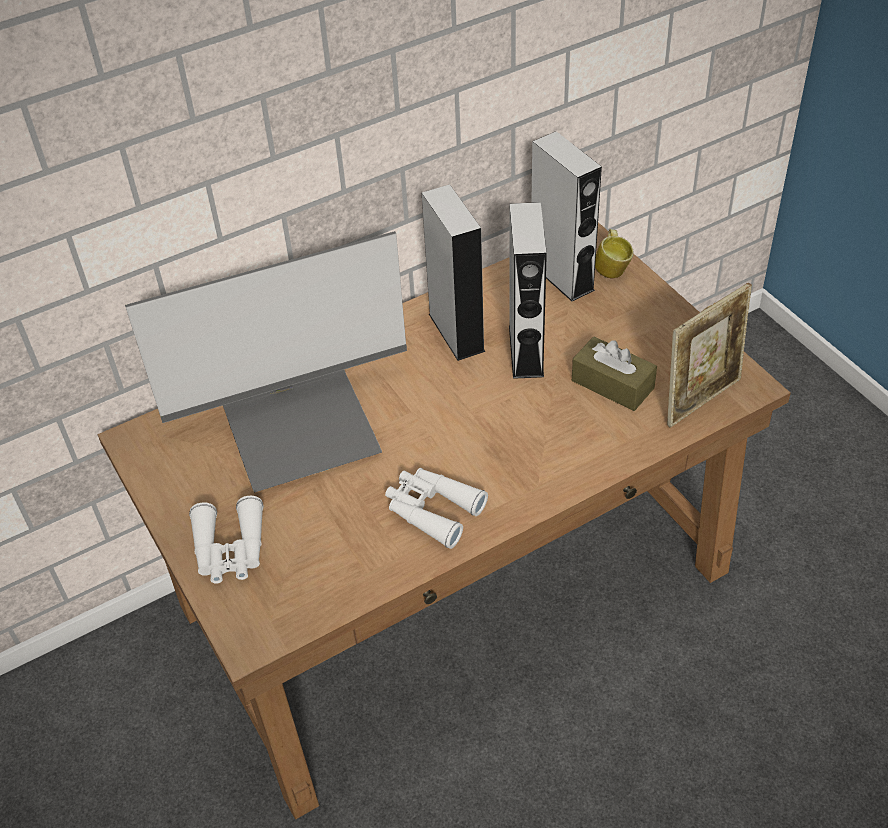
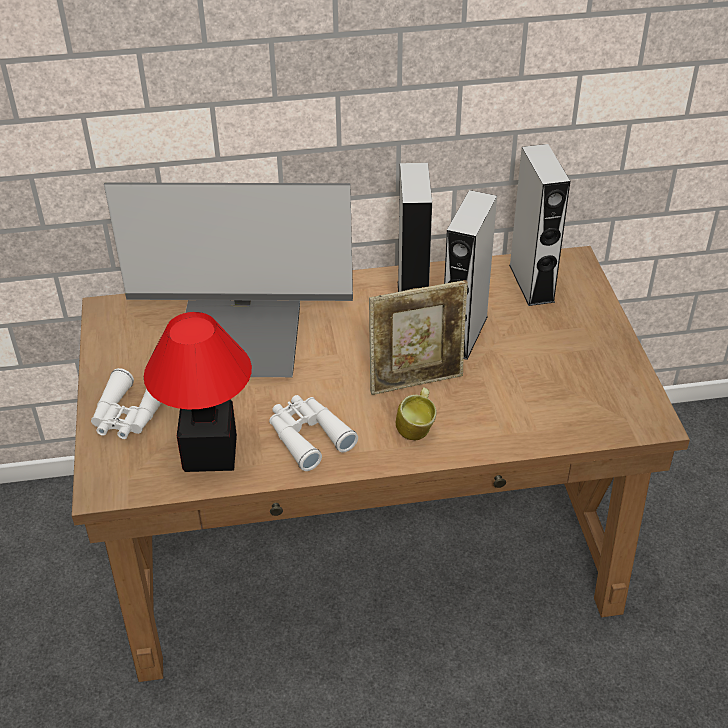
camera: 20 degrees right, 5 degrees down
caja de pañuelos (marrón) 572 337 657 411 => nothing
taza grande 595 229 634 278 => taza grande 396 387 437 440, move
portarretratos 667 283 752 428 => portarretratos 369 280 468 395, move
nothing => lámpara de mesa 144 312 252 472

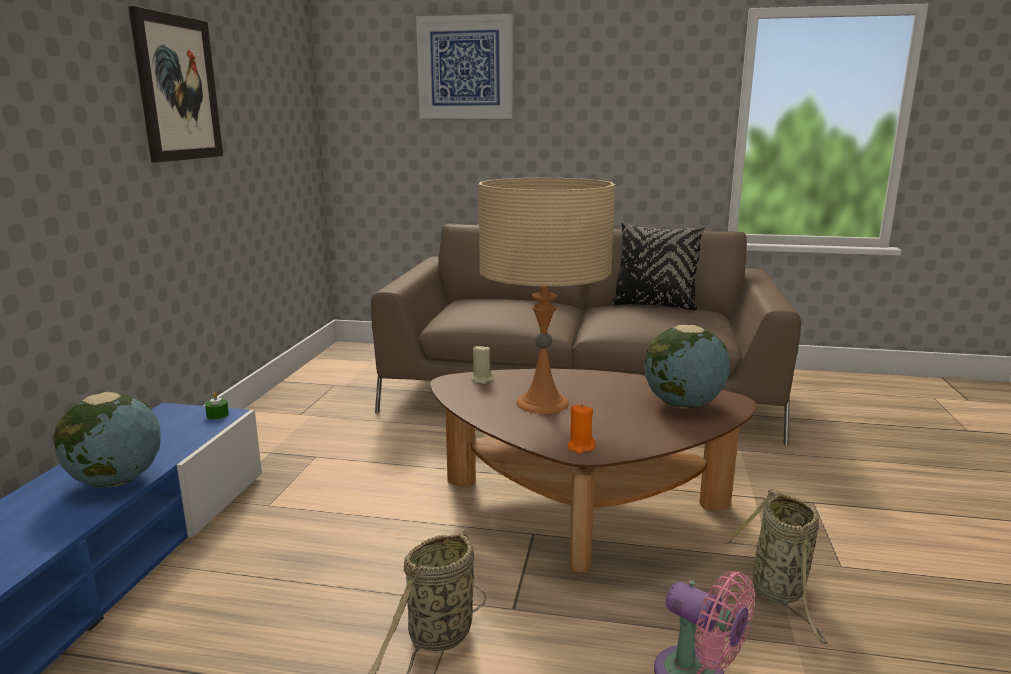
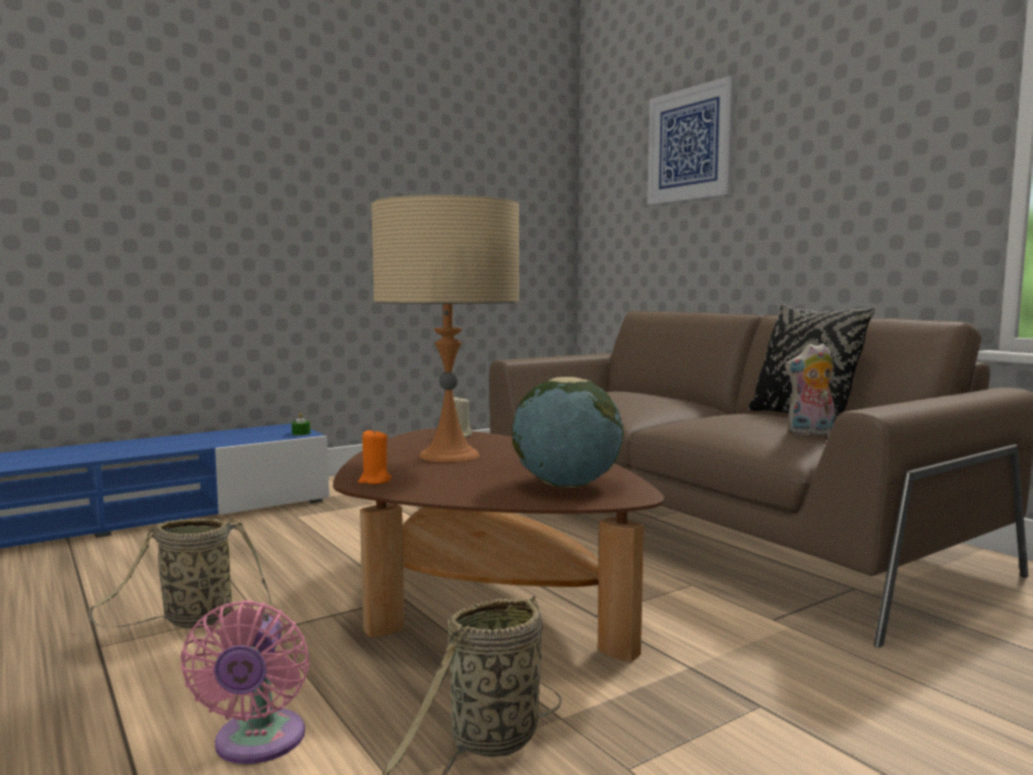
camera: 45 degrees right, 10 degrees down
globo terráqueo 53 392 161 487 => nothing
cuadro 128 6 223 163 => nothing
nothing => peluche 785 343 835 436

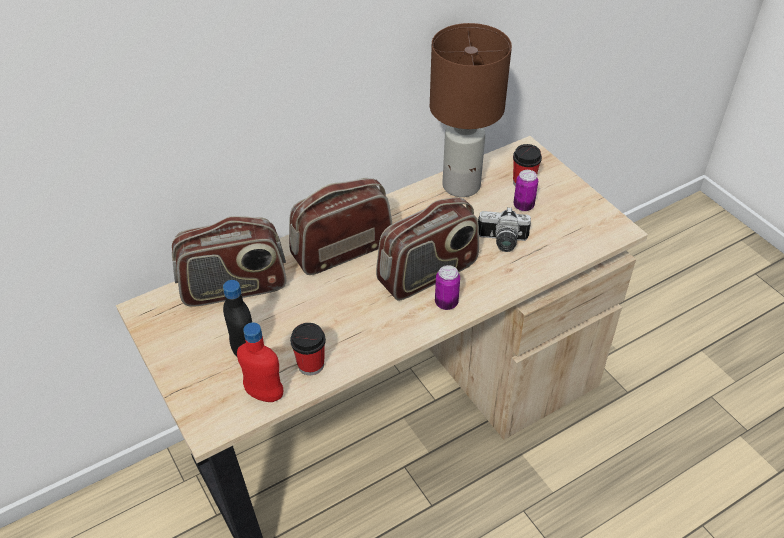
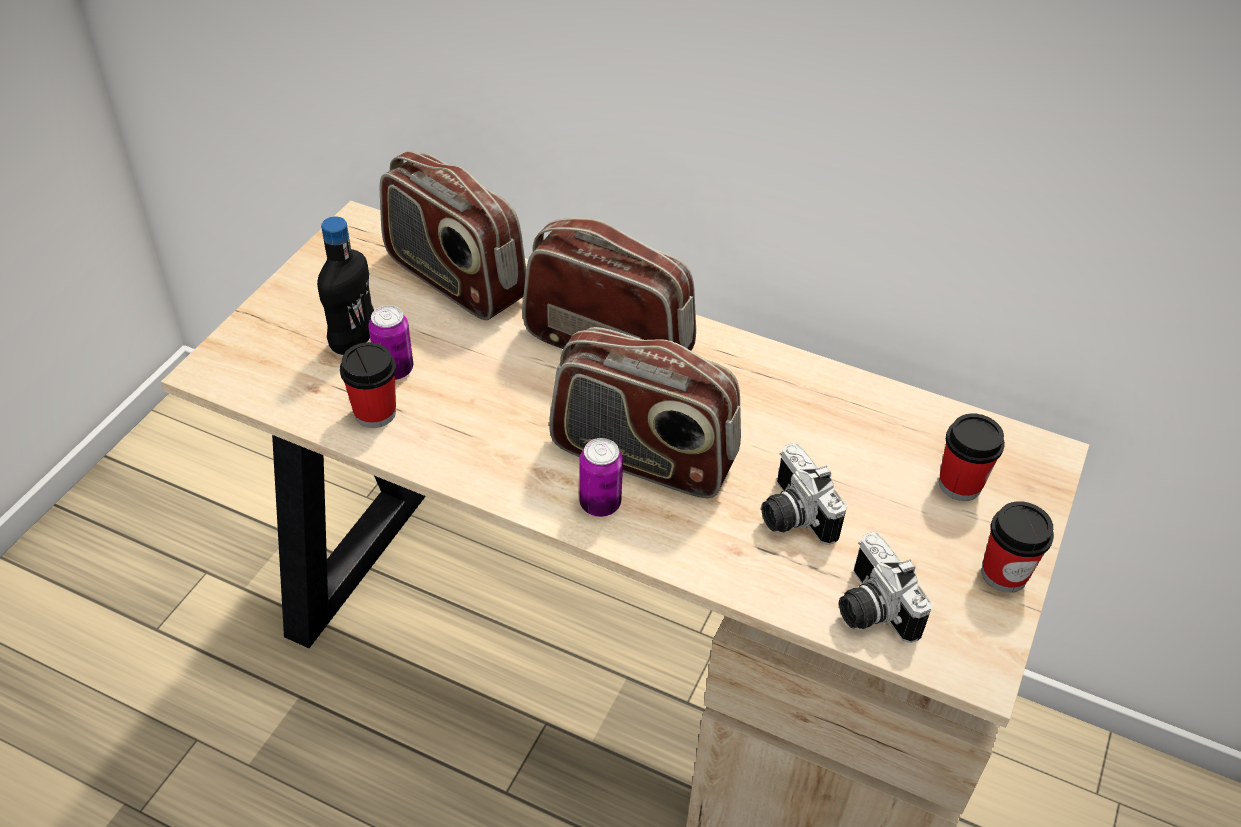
camera: 55 degrees right, 0 degrees up
botella (rojo) 237 322 283 402 => nothing
lámpara de mesa (marrón) 430 23 512 197 => nothing
lata 513 170 538 211 => lata 368 305 413 380, move
nothing => cámara 839 532 933 643
nothing => taza 982 501 1054 593

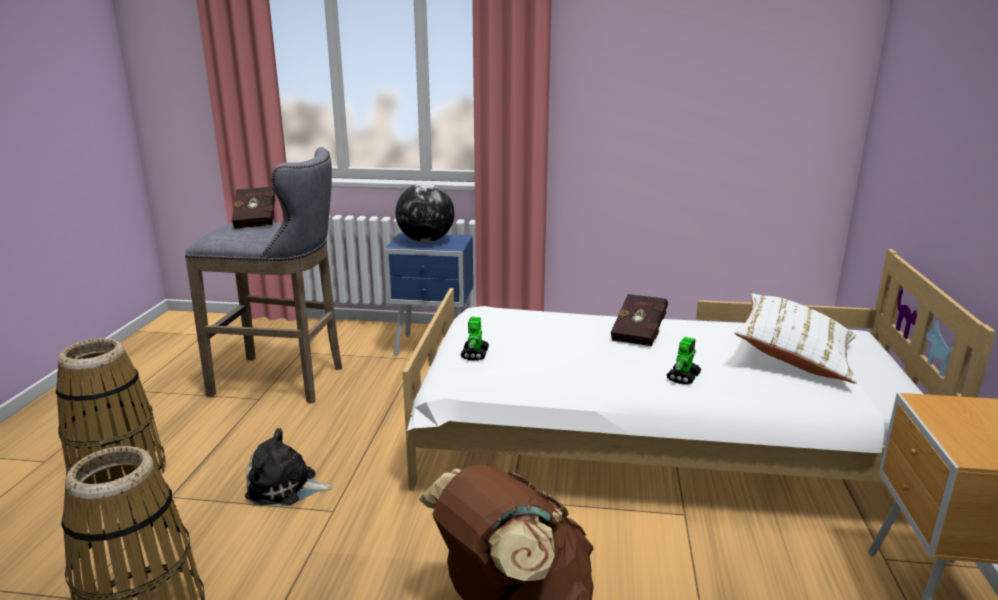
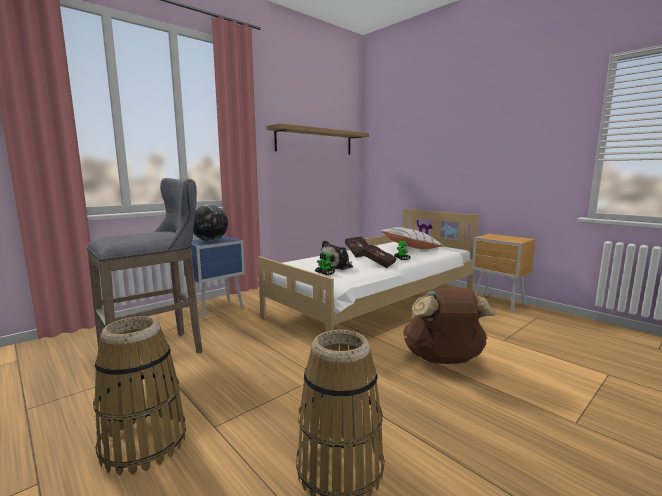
camera: 50 degrees left, 10 degrees down
libro (rojo) 232 187 275 229 => libro (rojo) 361 244 397 268, move
peluche 245 428 334 506 => peluche 318 241 353 270, move
nothing => estante 267 123 369 155

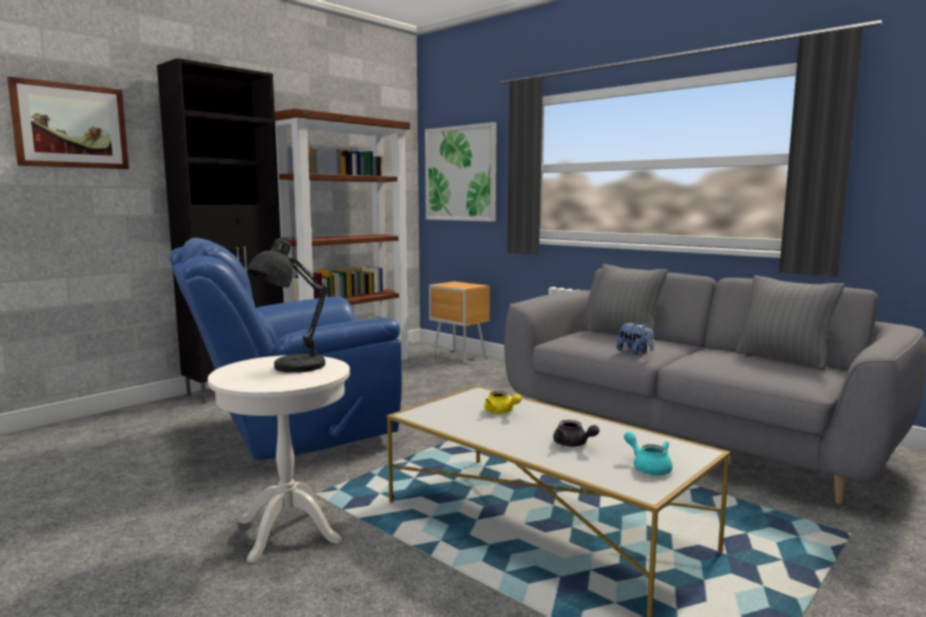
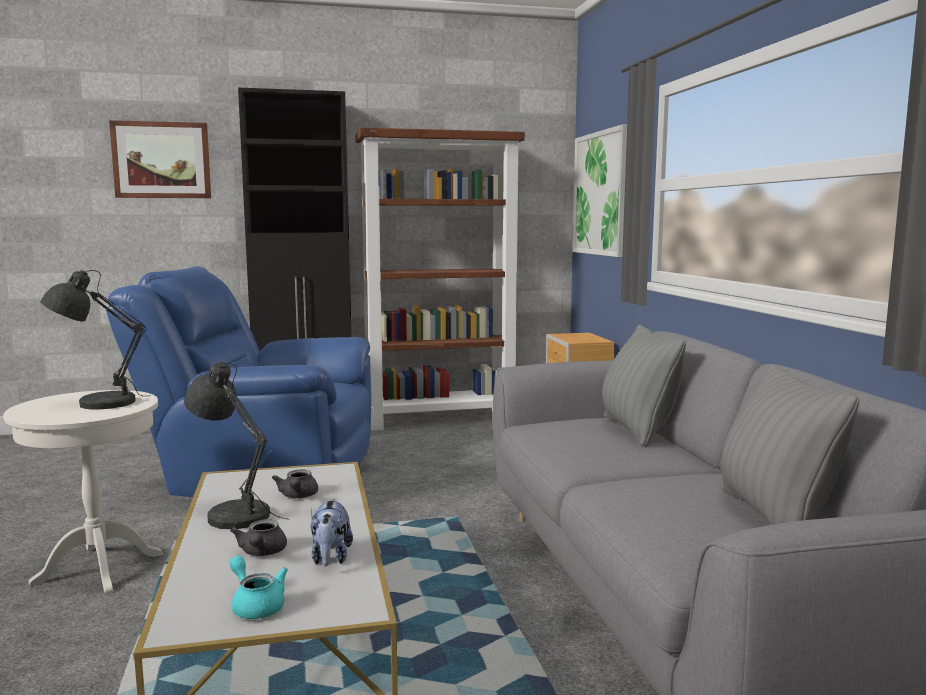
camera: 35 degrees right, 0 degrees up
tetera (amarillo) 484 391 522 414 => tetera (gris) 272 469 318 498
peluche 616 322 654 355 => peluche 311 498 353 566, move
tetera (turquesa) 624 431 673 475 => tetera (turquesa) 230 556 288 619, 45 degrees counterclockwise
nothing => lámpara de mesa (gris) 184 362 289 529

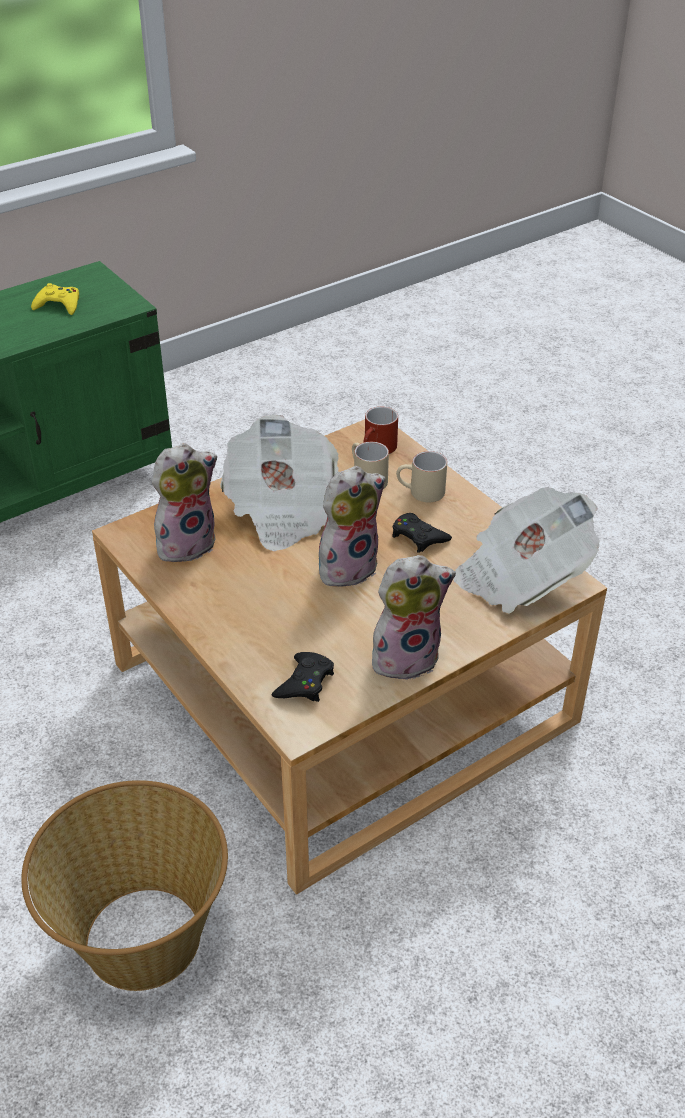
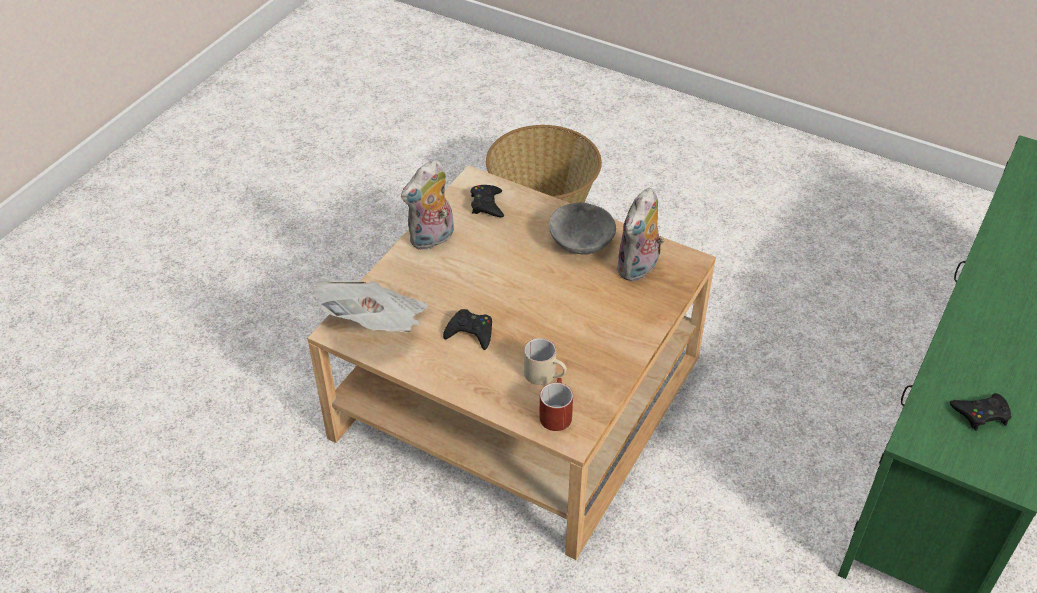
camera: 155 degrees right, 5 degrees up
mando de consola (amarillo) 31 283 79 315 => mando de consola (negro) 950 393 1011 431
periódico 220 415 339 551 => nothing
peluche 319 466 386 589 => nothing
taza grande (beis) 396 451 447 502 => nothing
nothing => cuenco (gris) 549 202 616 255

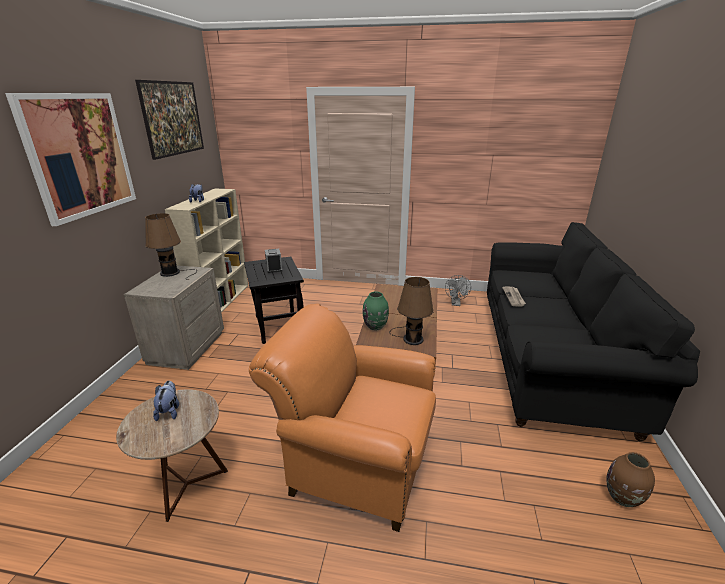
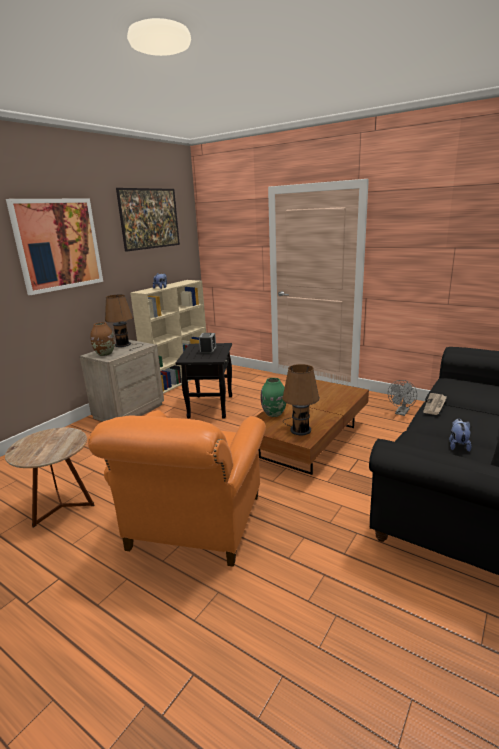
camera: 25 degrees right, 5 degrees down
peluche 153 381 179 421 => peluche 449 418 471 452, move
sillón (naranja) 249 304 436 532 => sillón (naranja) 88 410 266 567, 120 degrees counterclockwise
florero (marrón) 606 452 655 507 => florero (marrón) 90 322 115 356, move

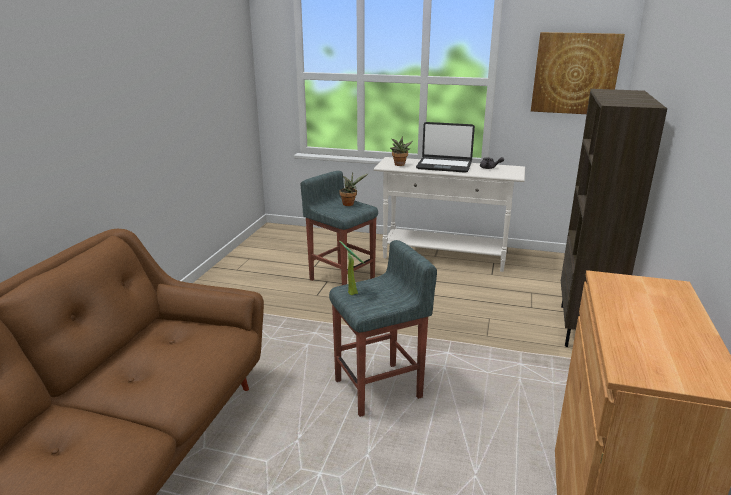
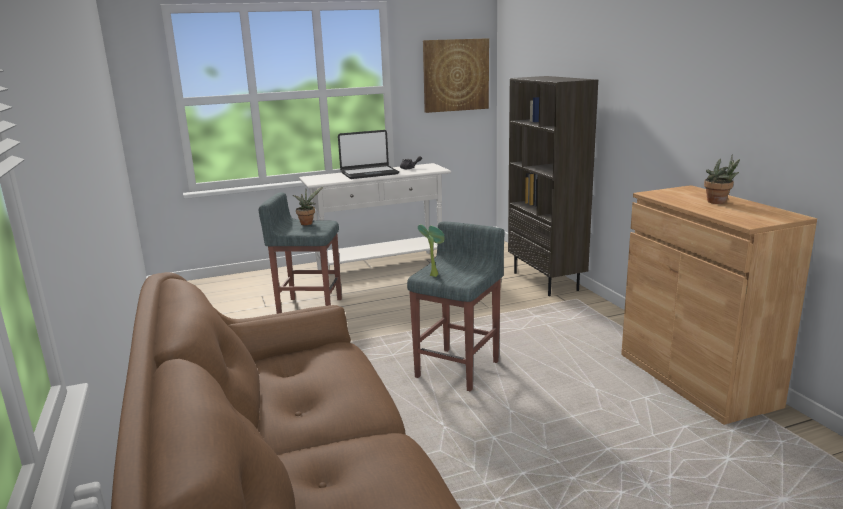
camera: 35 degrees left, 5 degrees down
planta en maceta 390 136 413 166 => planta en maceta 704 154 740 204, move

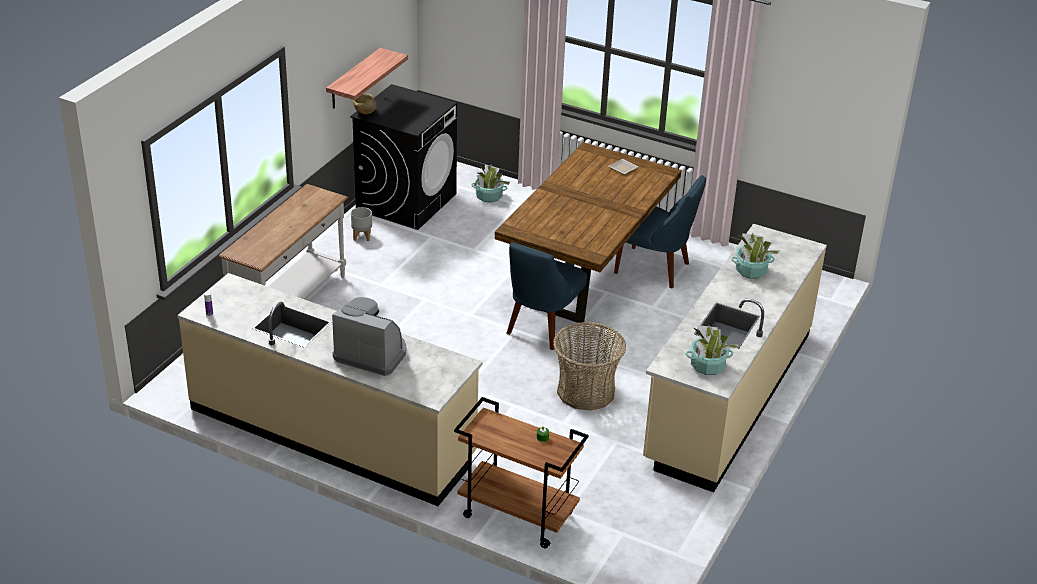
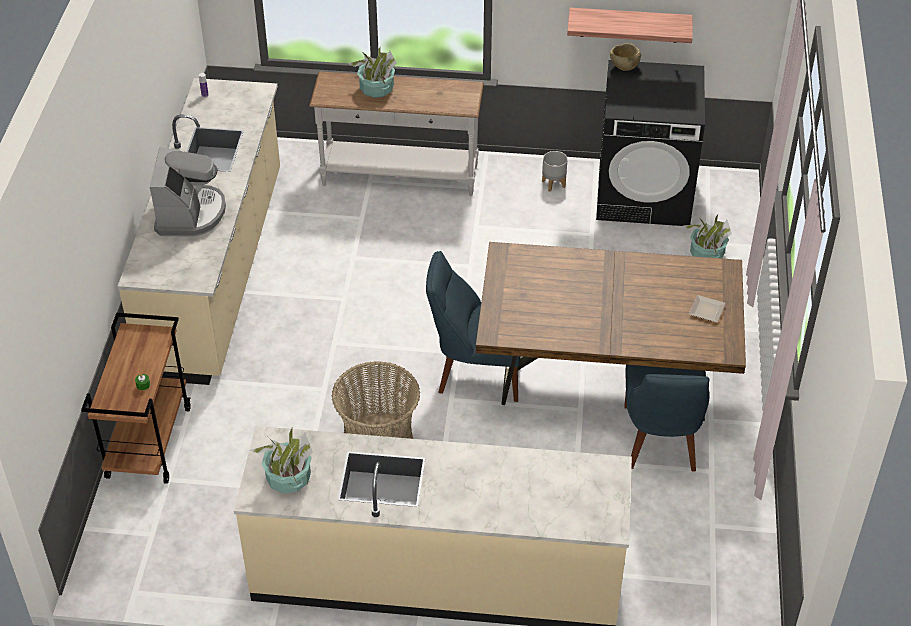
camera: 70 degrees right, 10 degrees up
planta en maceta 731 233 780 279 => planta en maceta 348 48 397 98, move

